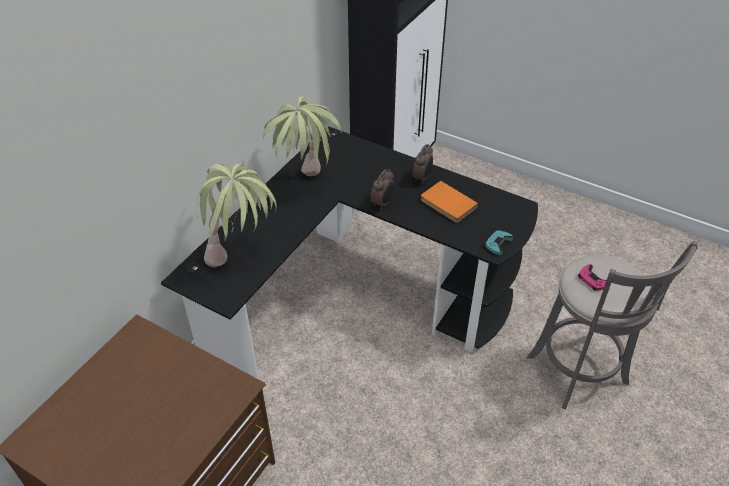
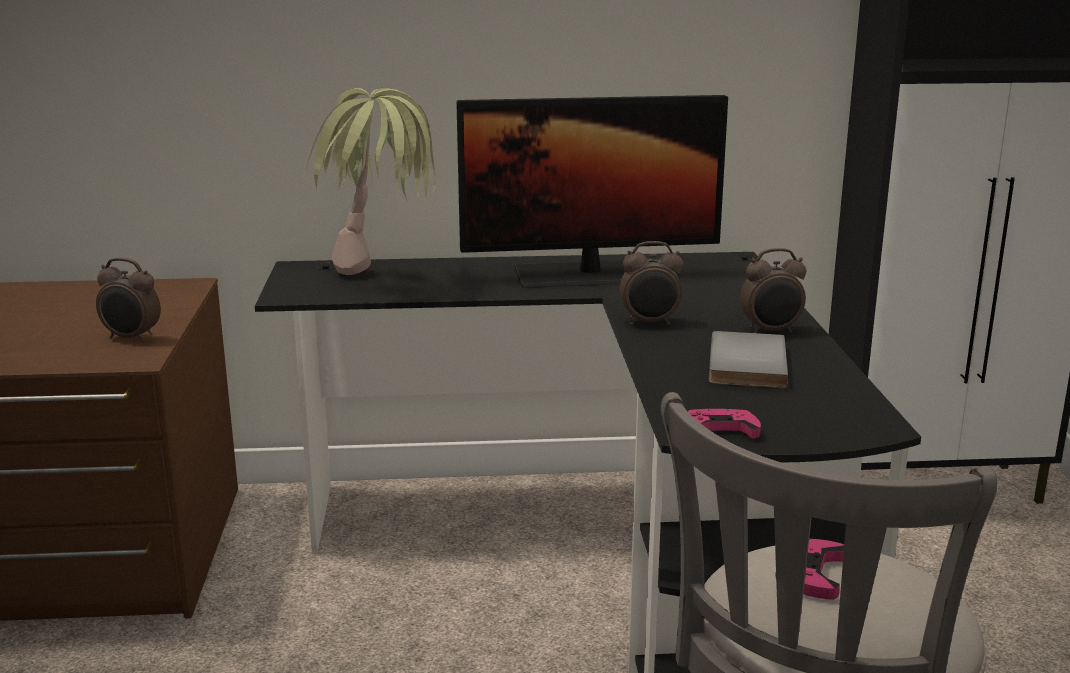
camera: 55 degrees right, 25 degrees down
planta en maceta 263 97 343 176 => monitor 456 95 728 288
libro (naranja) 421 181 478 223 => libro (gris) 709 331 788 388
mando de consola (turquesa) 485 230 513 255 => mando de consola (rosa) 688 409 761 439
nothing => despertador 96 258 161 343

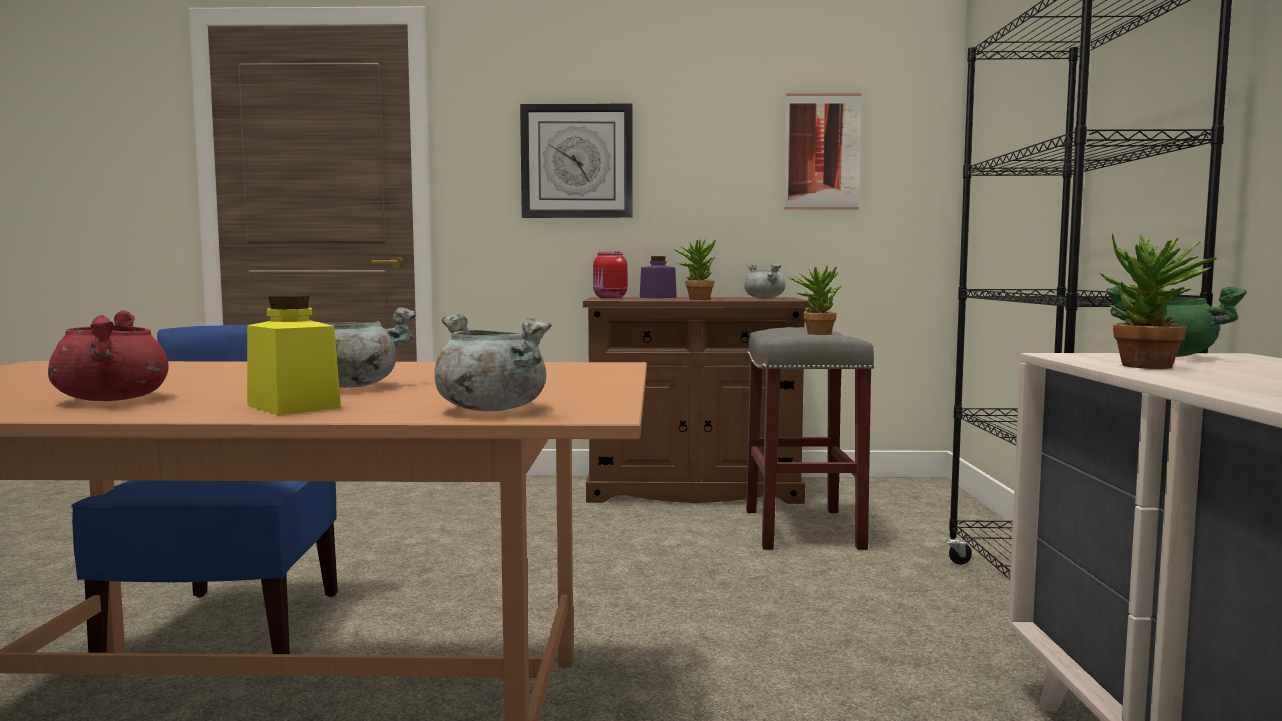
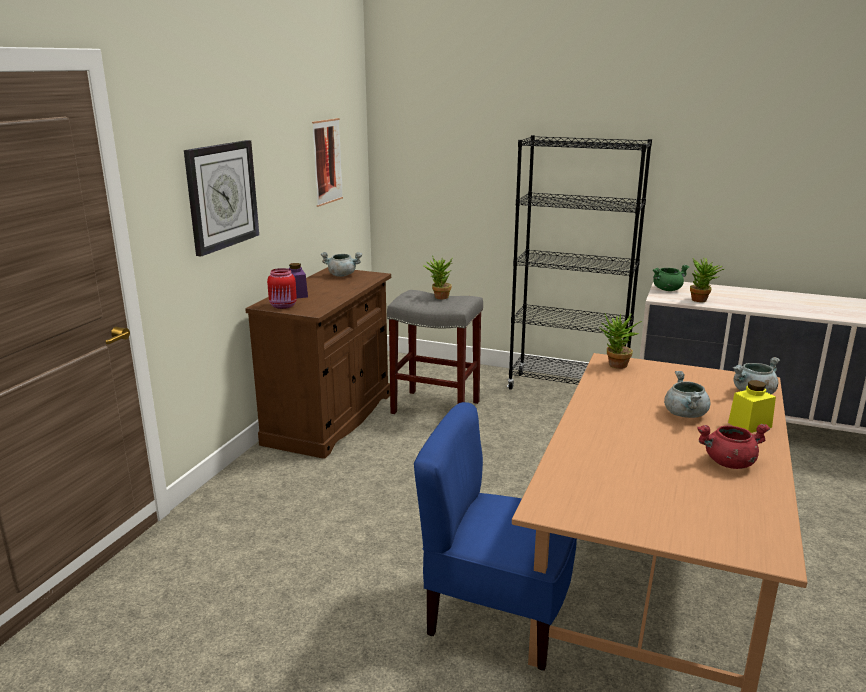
camera: 70 degrees left, 15 degrees up
planta en maceta 674 239 716 300 => planta en maceta 599 313 642 369, move

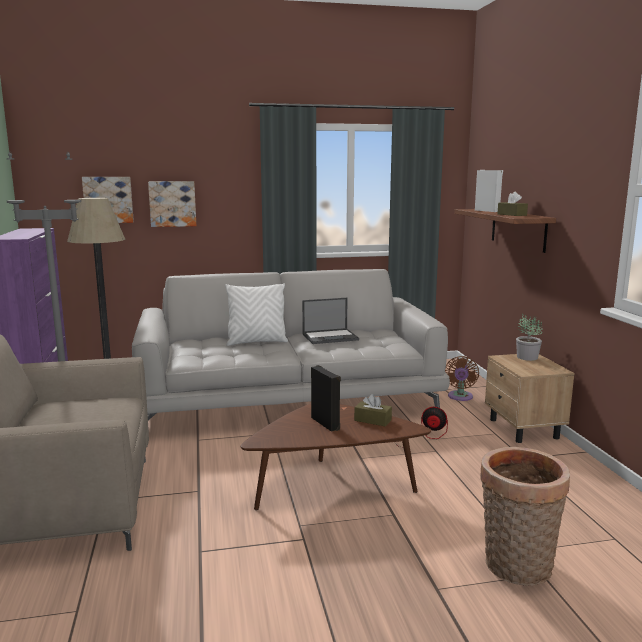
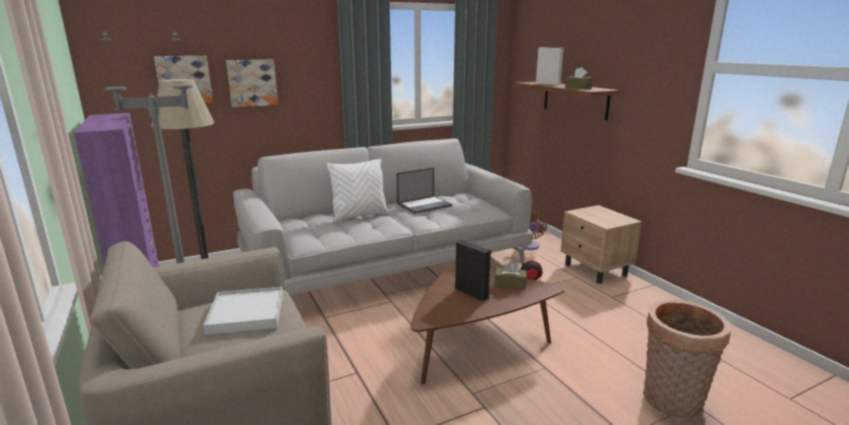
camera: 15 degrees left, 5 degrees up
planta en maceta 516 314 543 361 => nothing
nothing => bandeja (blanco) 204 287 283 335

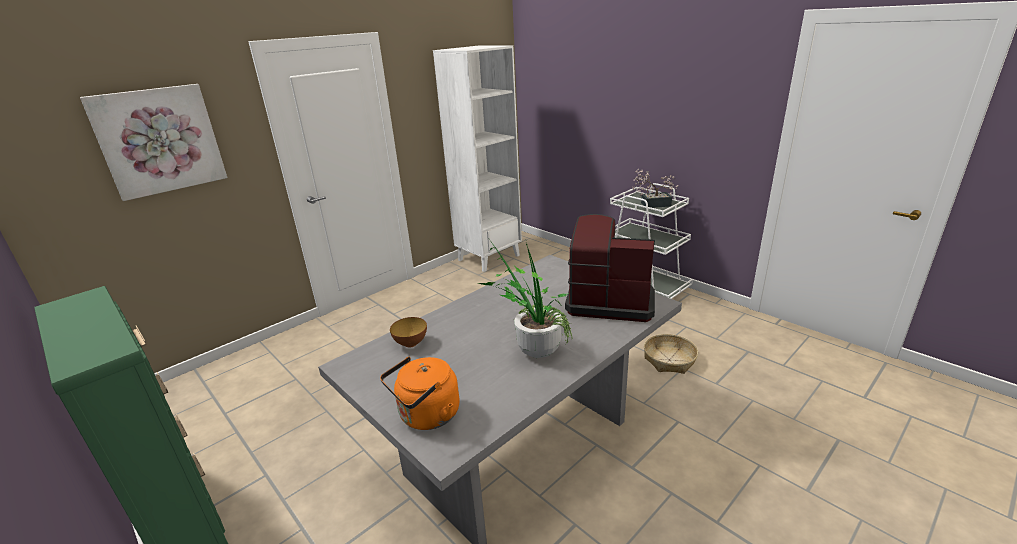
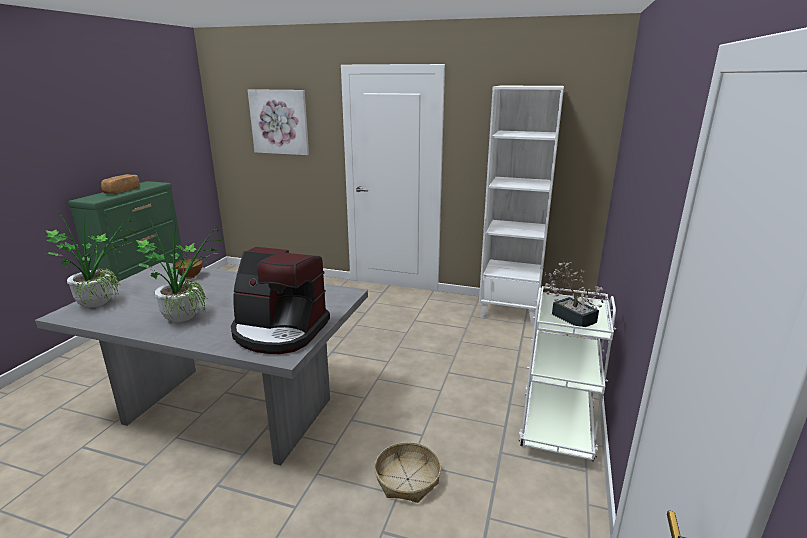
camera: 60 degrees right, 5 degrees down
hervidor (naranja) 380 357 460 430 => planta en maceta 45 210 135 307
cafetera 565 214 655 322 => cafetera 231 247 330 354, 120 degrees clockwise
nothing => pan 101 174 140 194

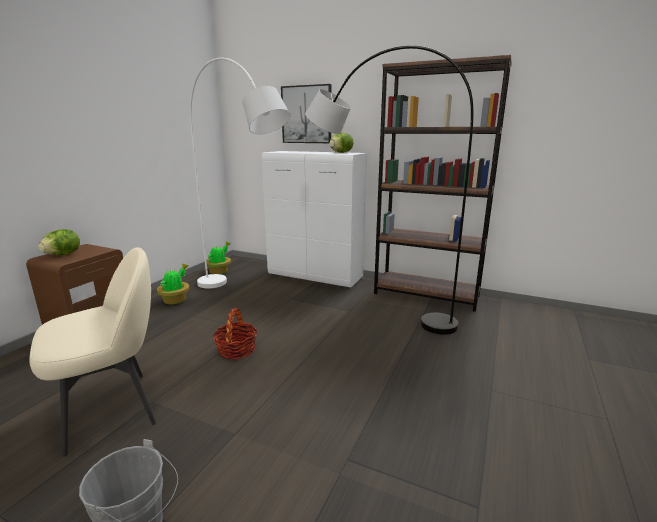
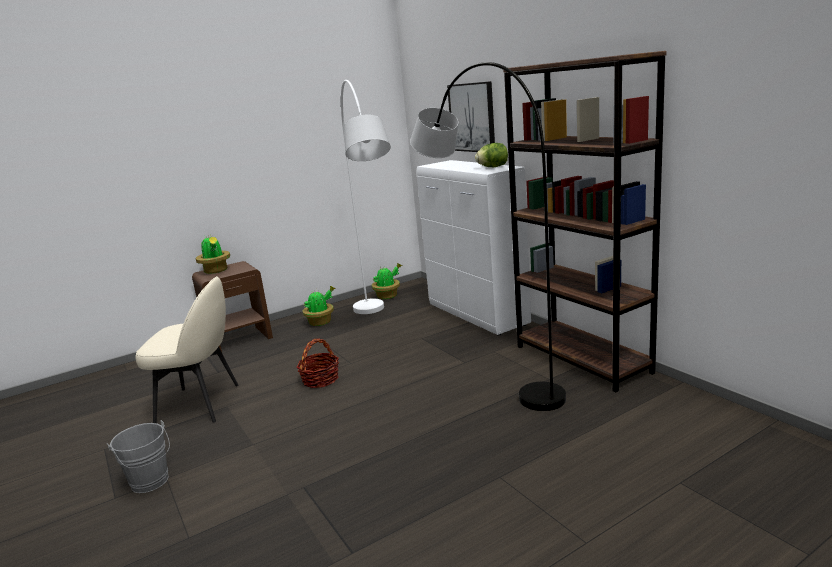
camera: 35 degrees right, 0 degrees up
lechuga 38 229 80 255 => planta en maceta 196 235 230 274

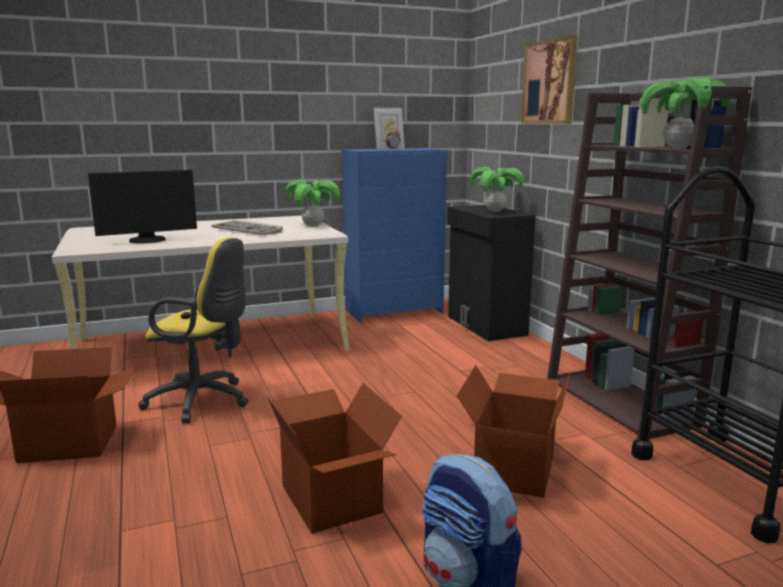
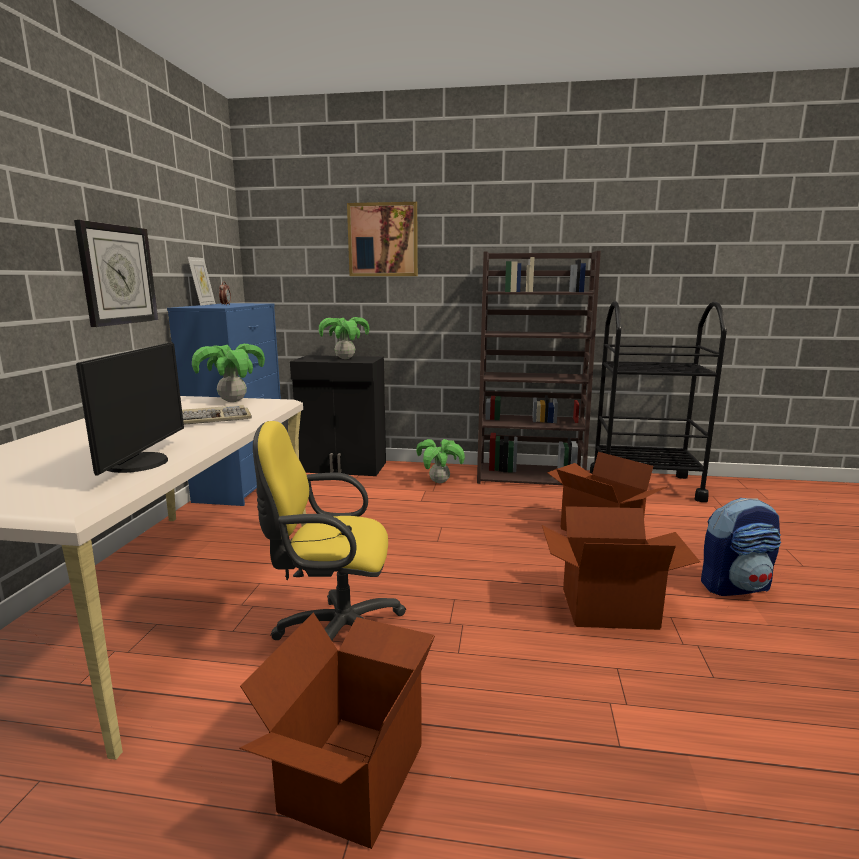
camera: 60 degrees left, 0 degrees up
silla de oficina (amarillo) 138 237 249 423 => silla de oficina (amarillo) 253 421 406 640, 135 degrees counterclockwise
planta en maceta 640 78 730 149 => planta en maceta 416 439 465 483, move
nothing => reloj de pared 74 220 158 327

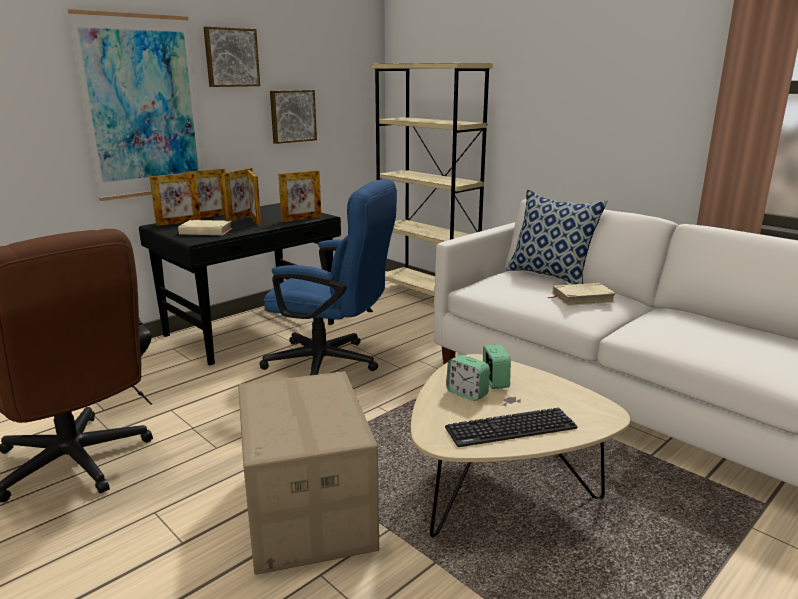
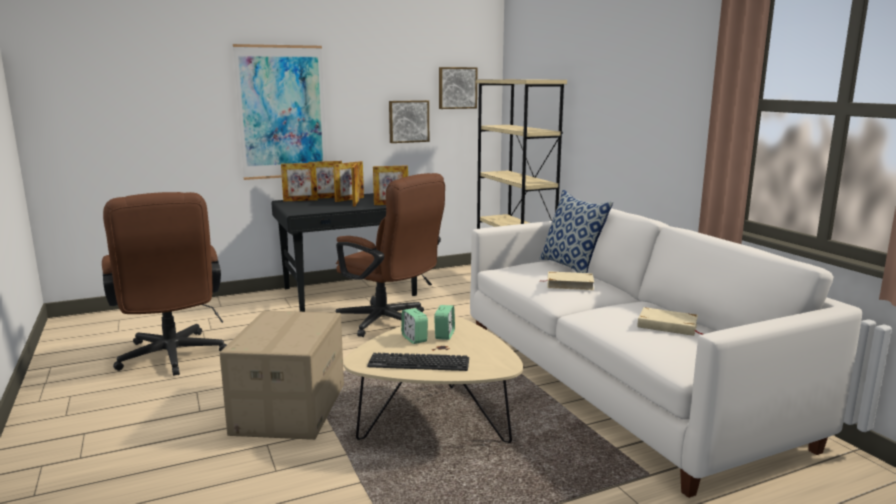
camera: 20 degrees right, 5 degrees down
libro (beis) 178 220 232 235 => libro (beis) 637 307 703 336, move
cuadro 203 27 260 87 => cuadro 439 67 477 109, move
silla de oficina (azul) 259 179 397 375 => silla de oficina (marrón) 336 173 445 337

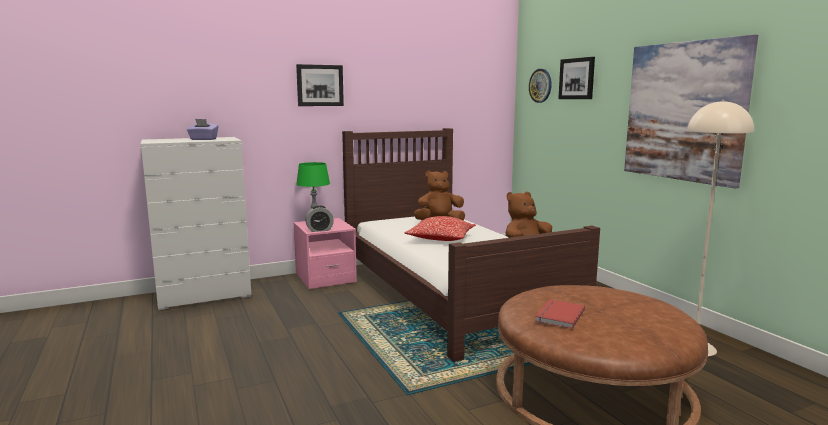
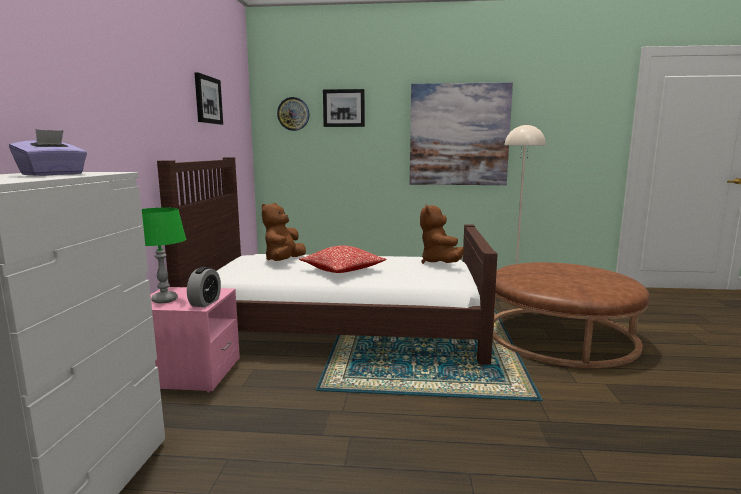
camera: 60 degrees left, 0 degrees up
cuadro 296 64 344 106 => cuadro 194 72 223 125, move
libro (rojo) 535 299 585 329 => nothing

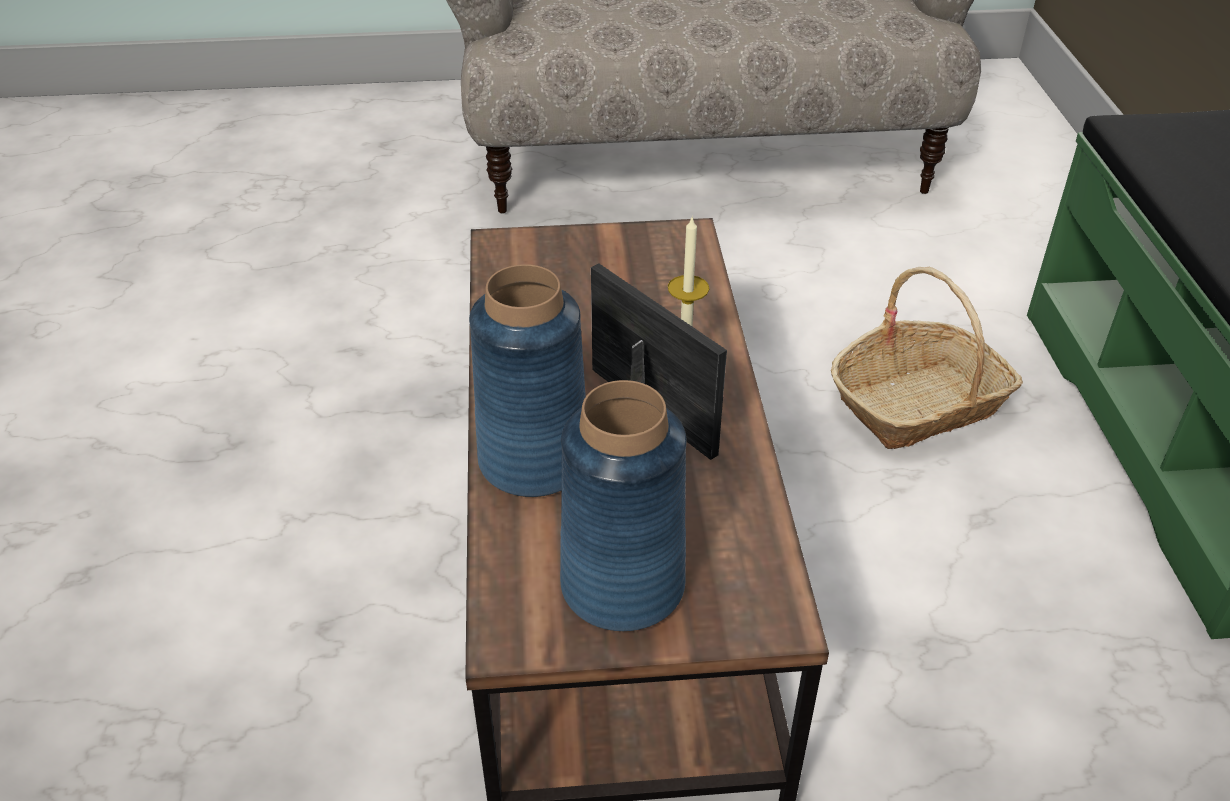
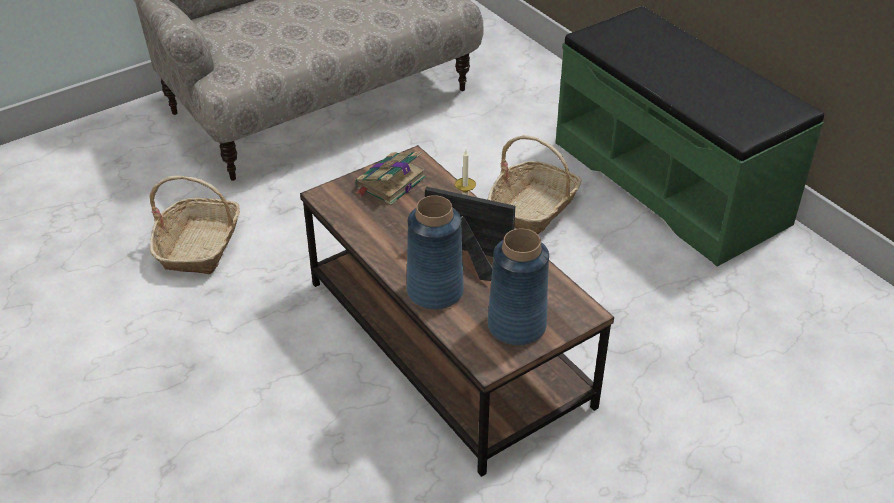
camera: 30 degrees left, 0 degrees up
nothing => cesta 150 176 240 274
nothing => libro 355 151 426 205

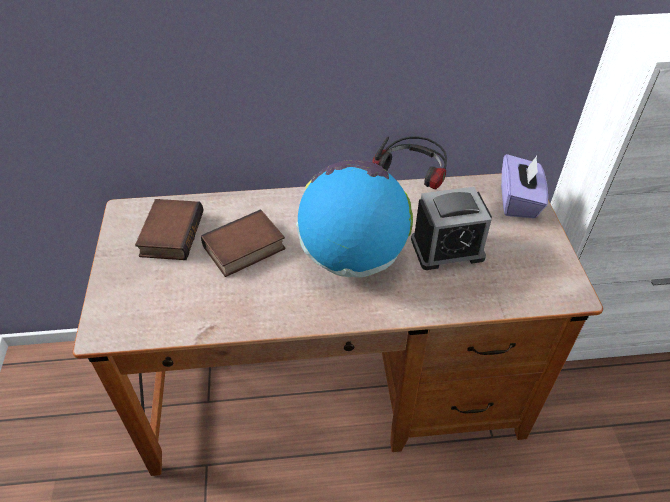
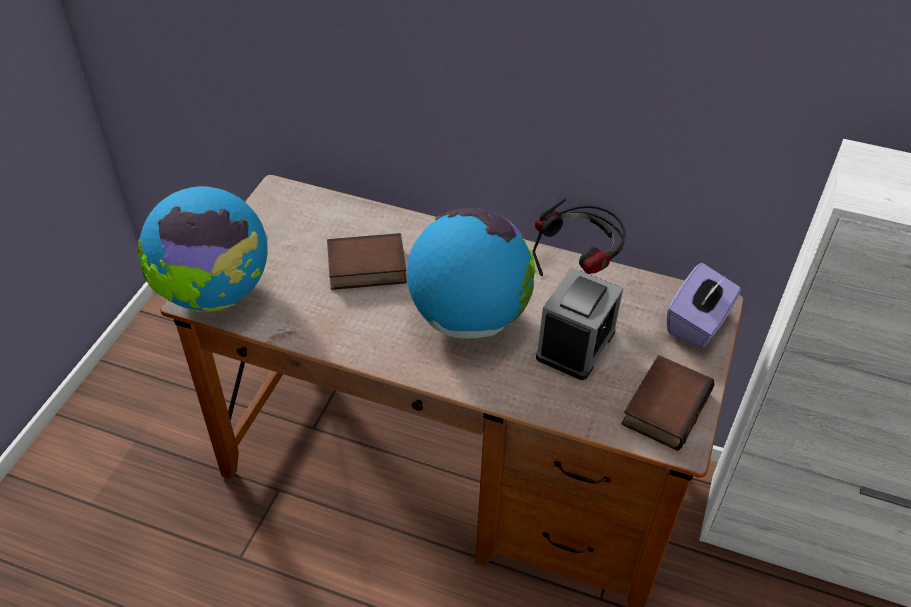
camera: 25 degrees right, 0 degrees up
libro 135 199 203 260 => libro 621 355 715 451, move
despertador 411 187 492 270 => despertador 536 267 623 380, 75 degrees counterclockwise
nothing => globo terráqueo 137 187 268 312

